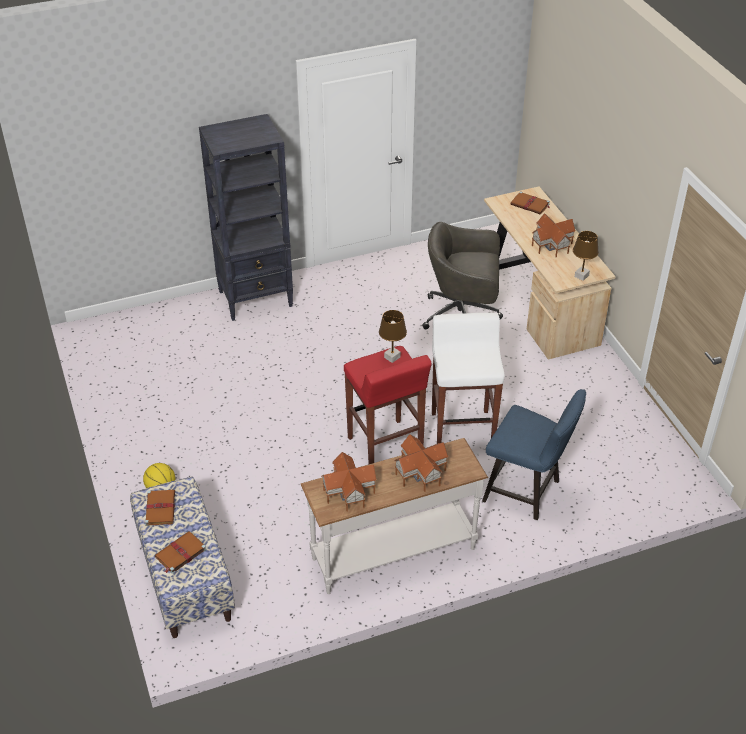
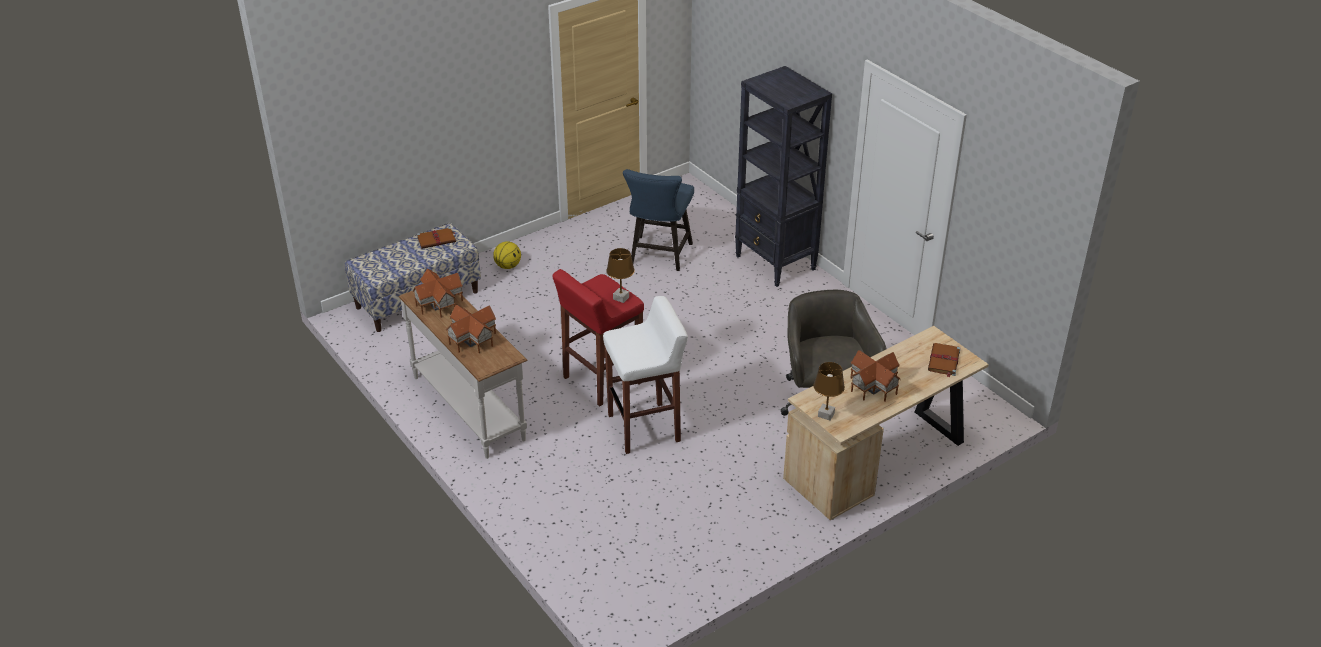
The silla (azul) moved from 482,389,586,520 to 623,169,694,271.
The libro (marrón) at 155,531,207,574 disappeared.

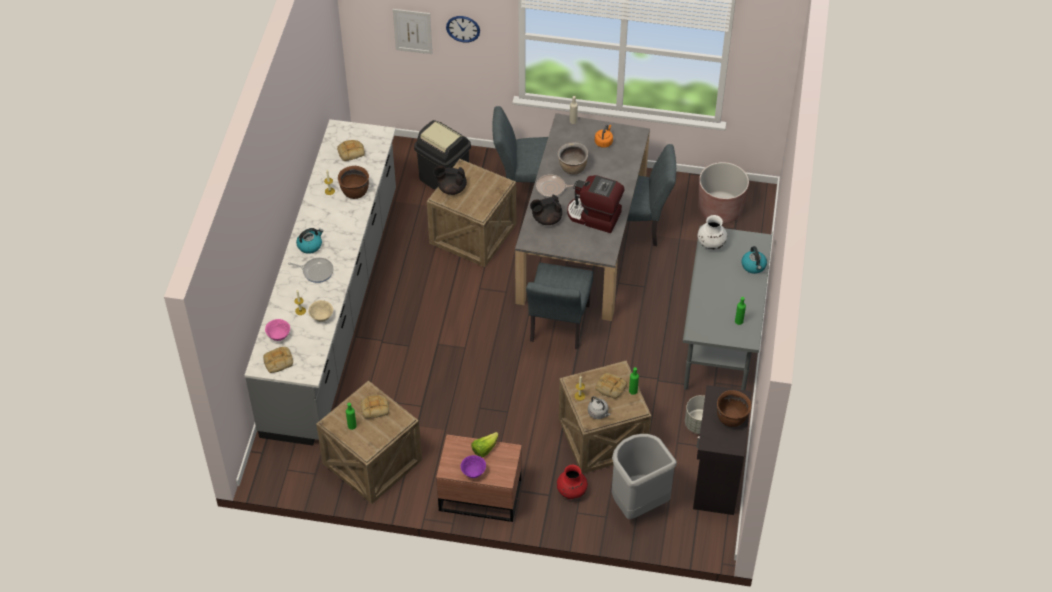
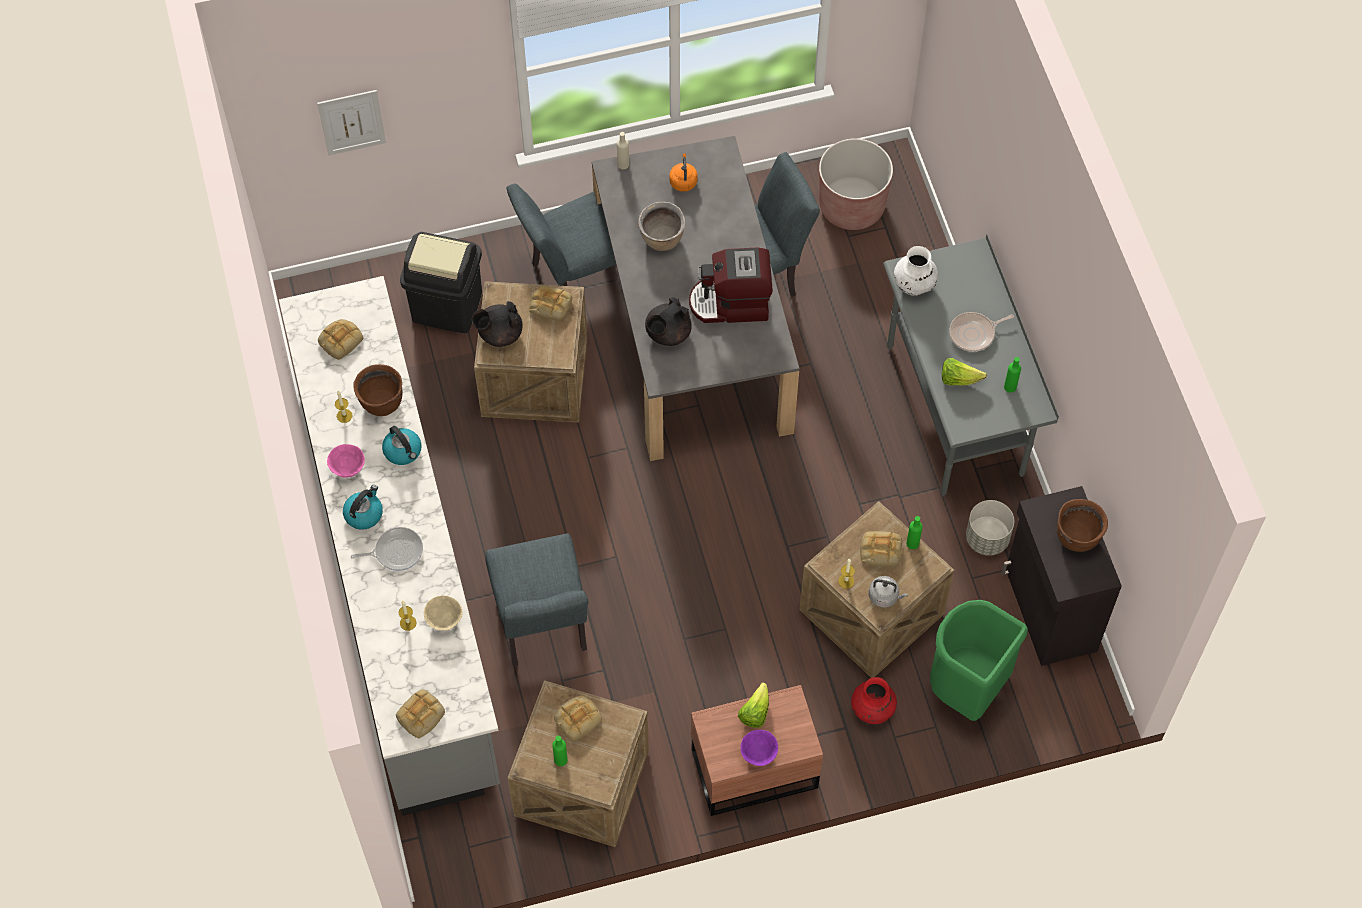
The reloj de pared at 446,16,480,42 disappeared.
The sartén moved from 536,174,576,197 to 949,312,1014,352.
The hervidor moved from 741,246,767,274 to 382,426,422,465.
The silla (gris) moved from 526,262,593,349 to 485,533,589,666.
The cuenco (rosa) moved from 265,319,290,341 to 327,444,365,478.
The papelera (gris) at 612,434,677,519 became the papelera (verde) at 930,600,1028,721.
The pan at 529,286,572,321 appeared.
The lechuga at 942,358,987,385 appeared.

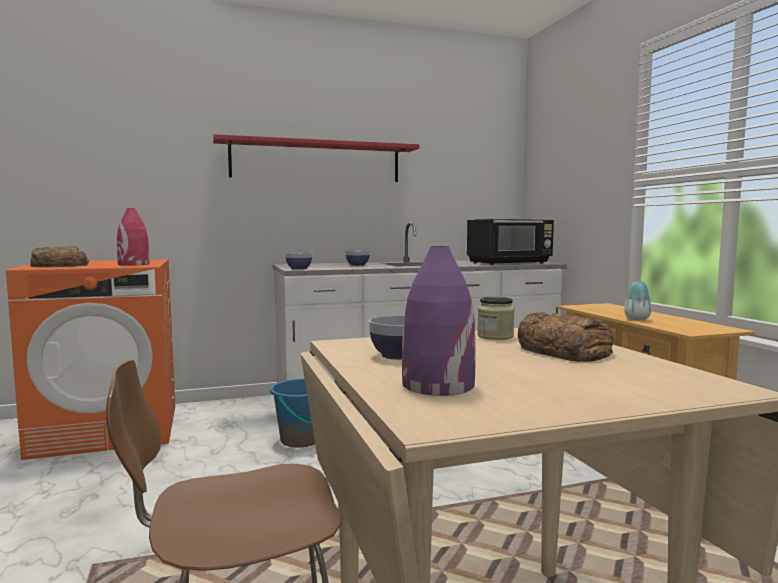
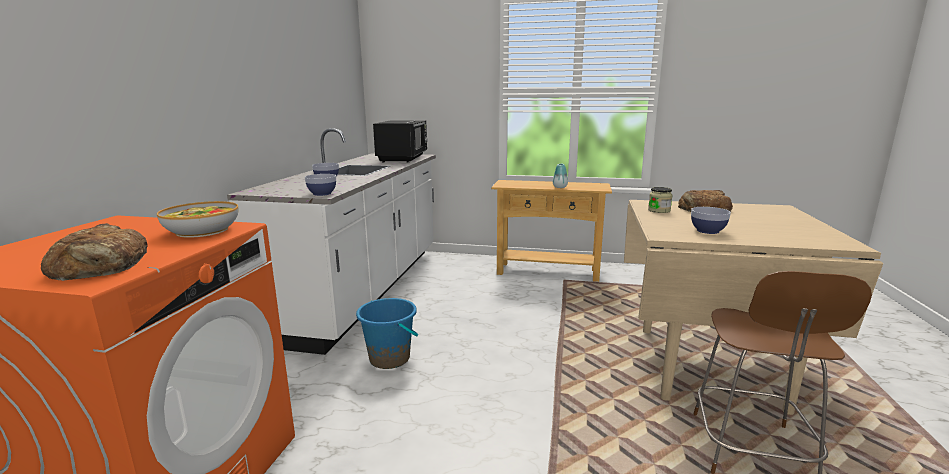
The estante (rojo) at 213,134,420,182 disappeared.
The florero (rojo) at 117,208,150,266 was replaced by the cuenco at 157,201,238,238.
The florero (morado) at 402,246,476,396 disappeared.

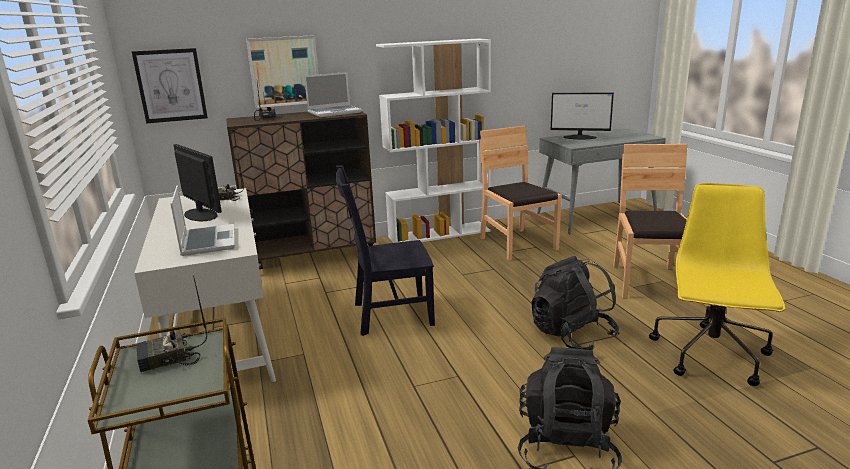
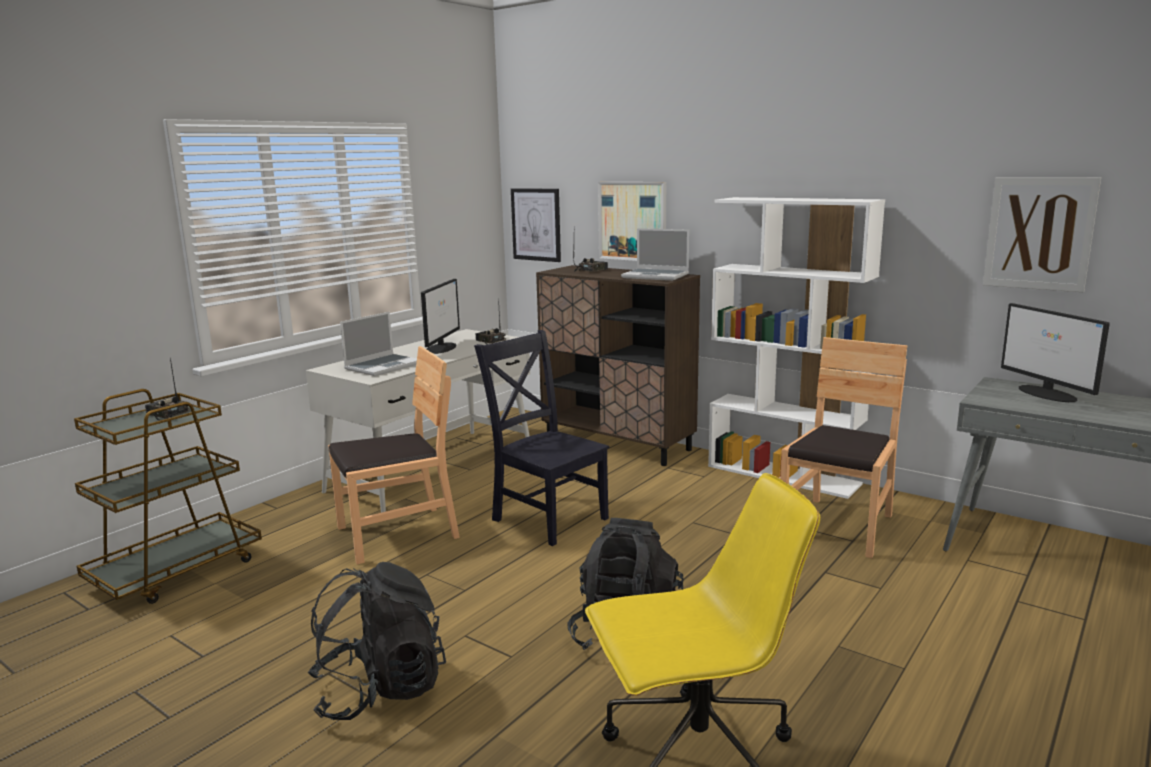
The silla (marrón) moved from 613,144,687,299 to 328,346,460,565.
The cuadro at 983,177,1101,292 appeared.

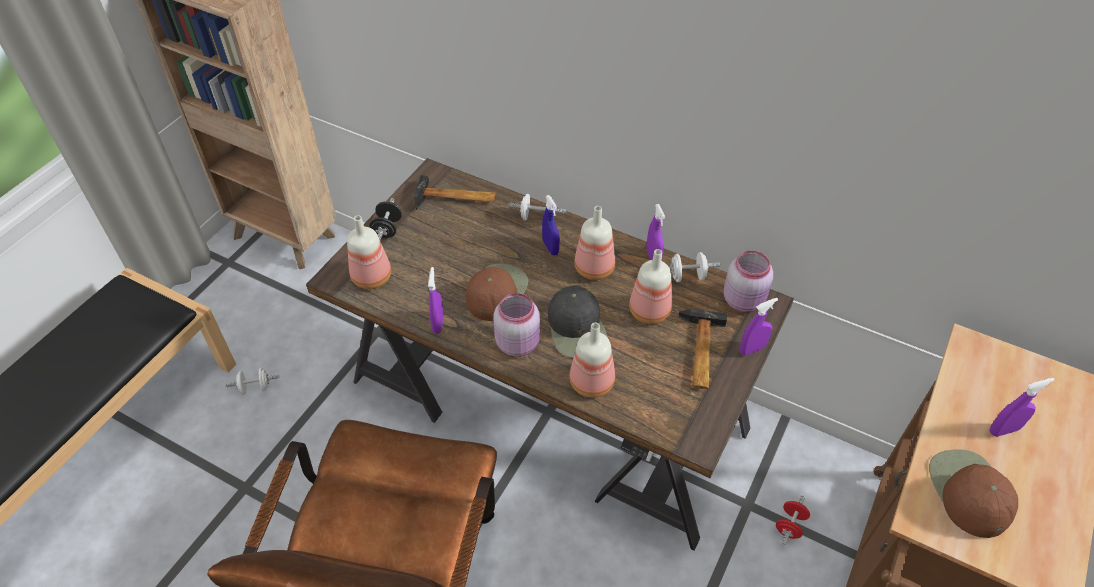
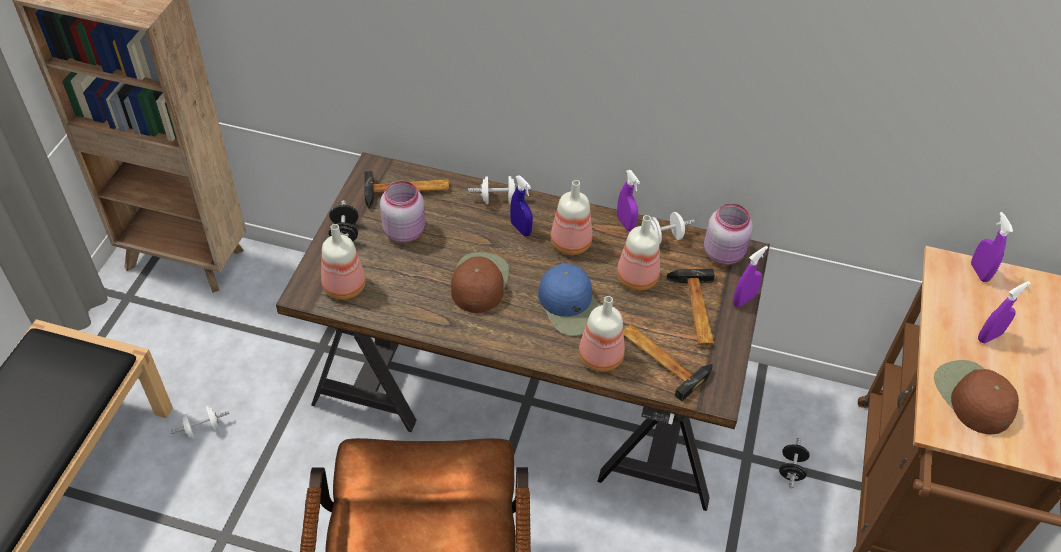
The pulverizador (morado) moved from 428,267,444,334 to 971,212,1013,282.
The gorra (negro) at 548,285,607,358 became the gorra (azul) at 538,263,600,336.
The tarro (rosa) moved from 494,293,540,357 to 380,181,425,243.
The mancuerna (rojo) at 776,496,810,545 became the mancuerna (negro) at 779,438,810,489.
The martillo at 623,324,713,401 appeared.

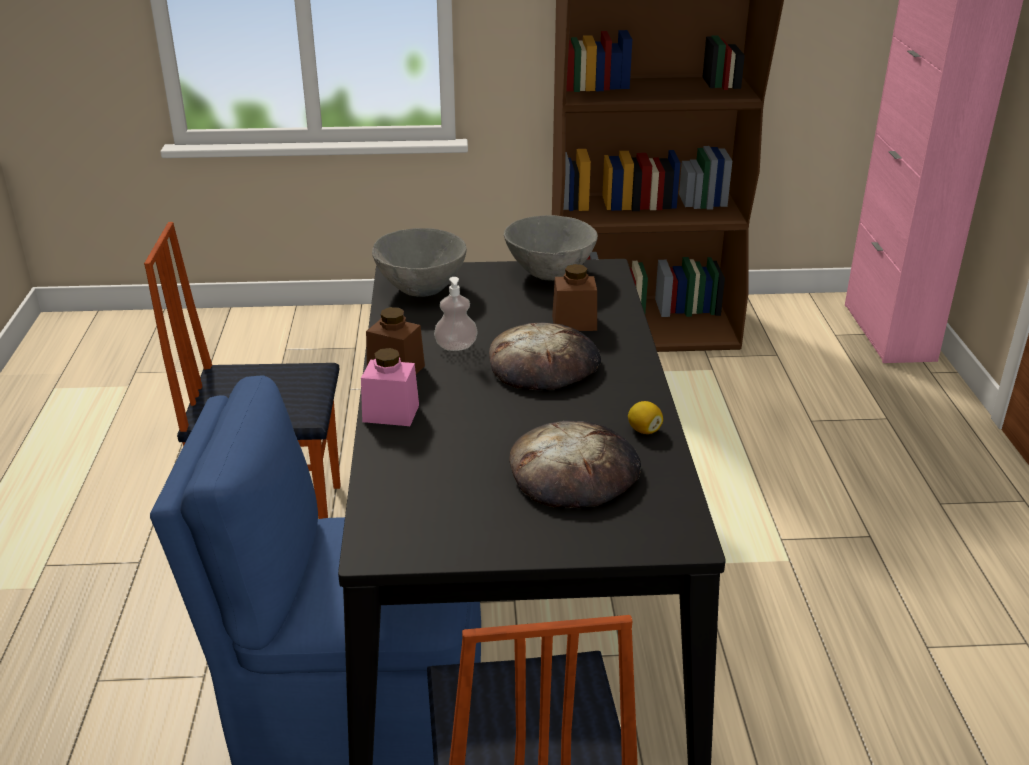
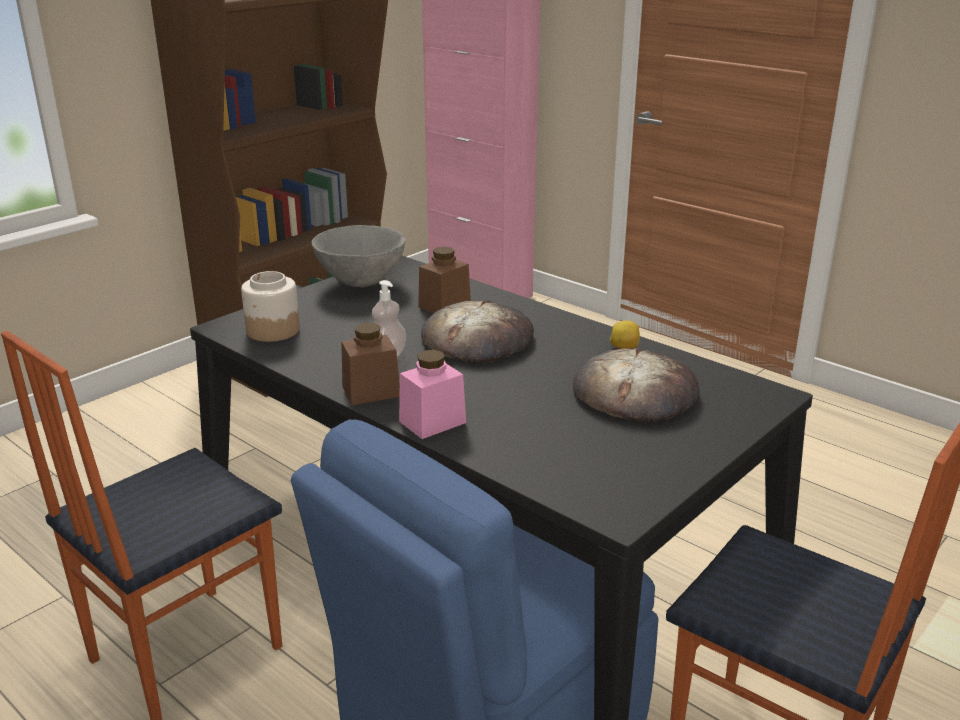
The cuenco (gris) at 372,228,467,297 was replaced by the tarro at 241,271,300,342.

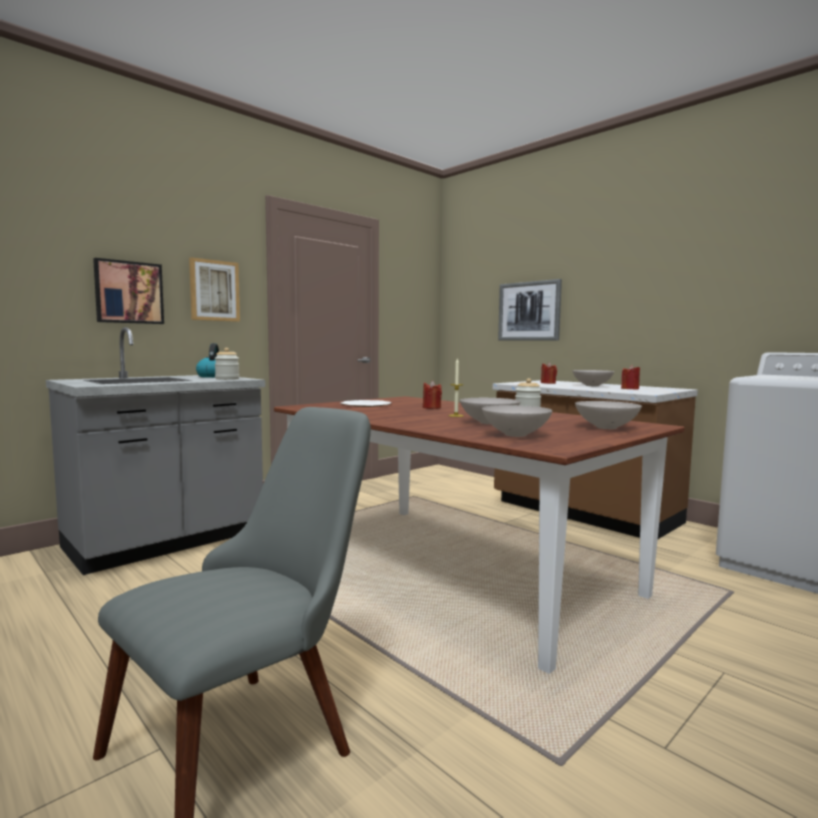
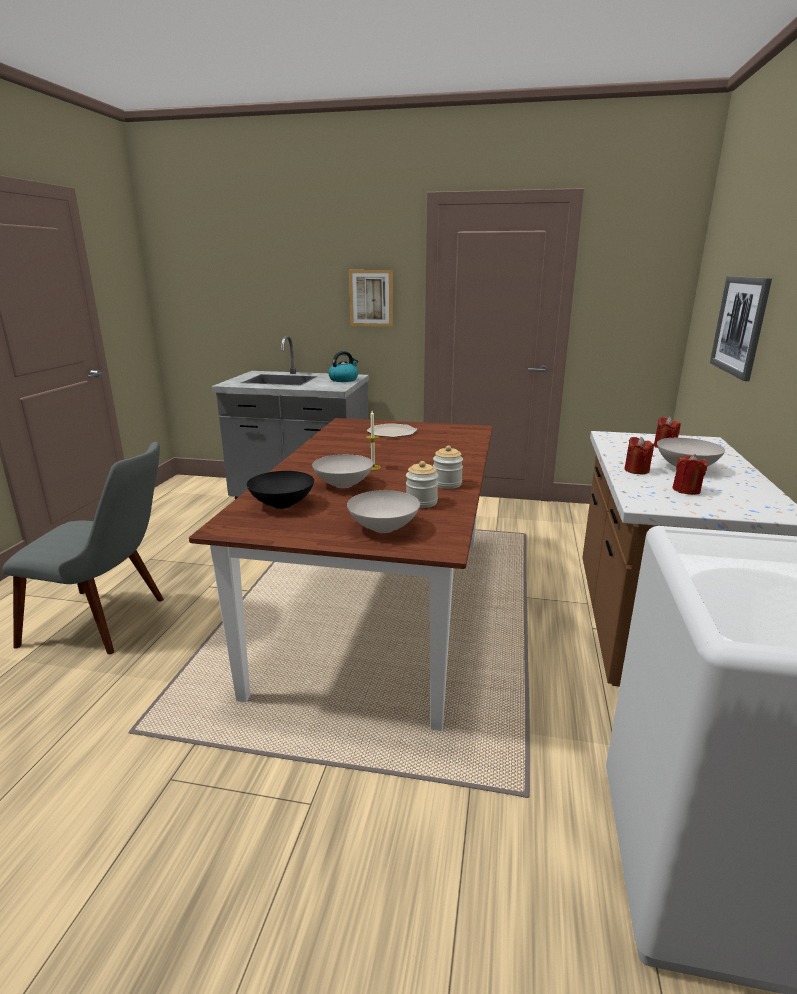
The cuadro at 93,258,164,324 disappeared.
The tarro moved from 214,348,239,380 to 406,461,438,508.
The vela (rojo) moved from 423,381,442,409 to 625,437,654,474.
The cuenco (blanco) at 482,405,553,437 became the cuenco (negro) at 247,471,314,509.

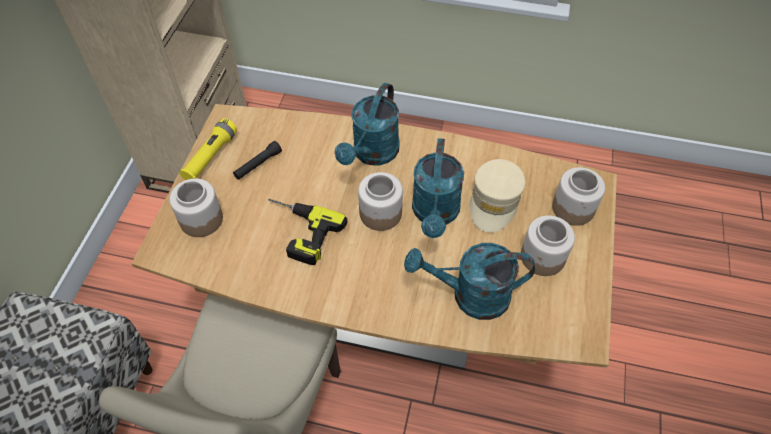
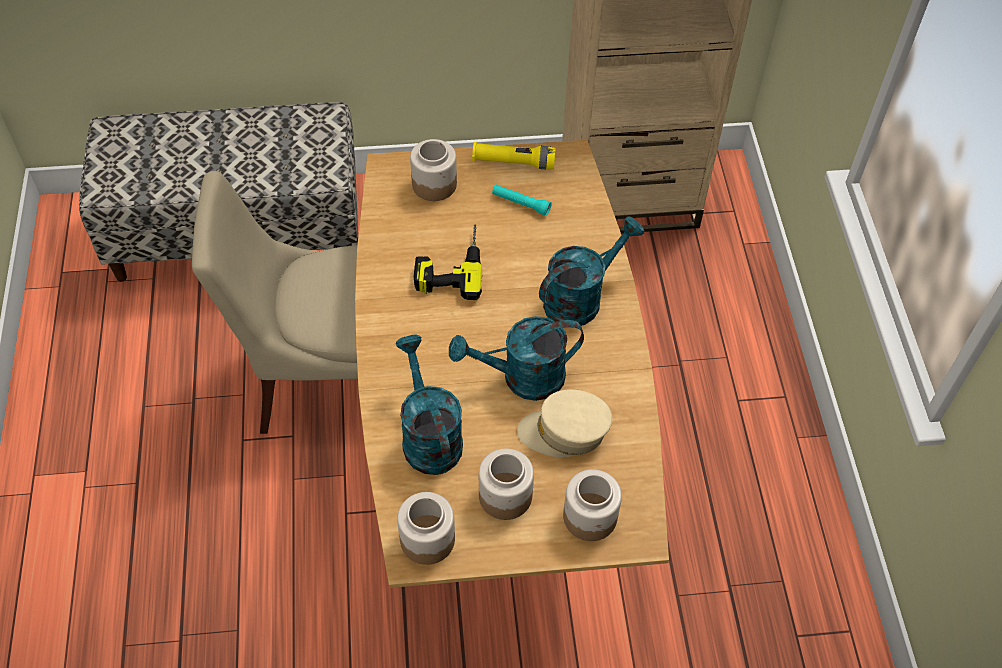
The regadera (turquesa) at 335,83,399,166 turned 135 degrees clockwise.
The linterna (negro) at 233,141,282,180 became the linterna (turquesa) at 492,185,552,216.
The tarro moved from 358,172,403,231 to 397,492,455,565.

